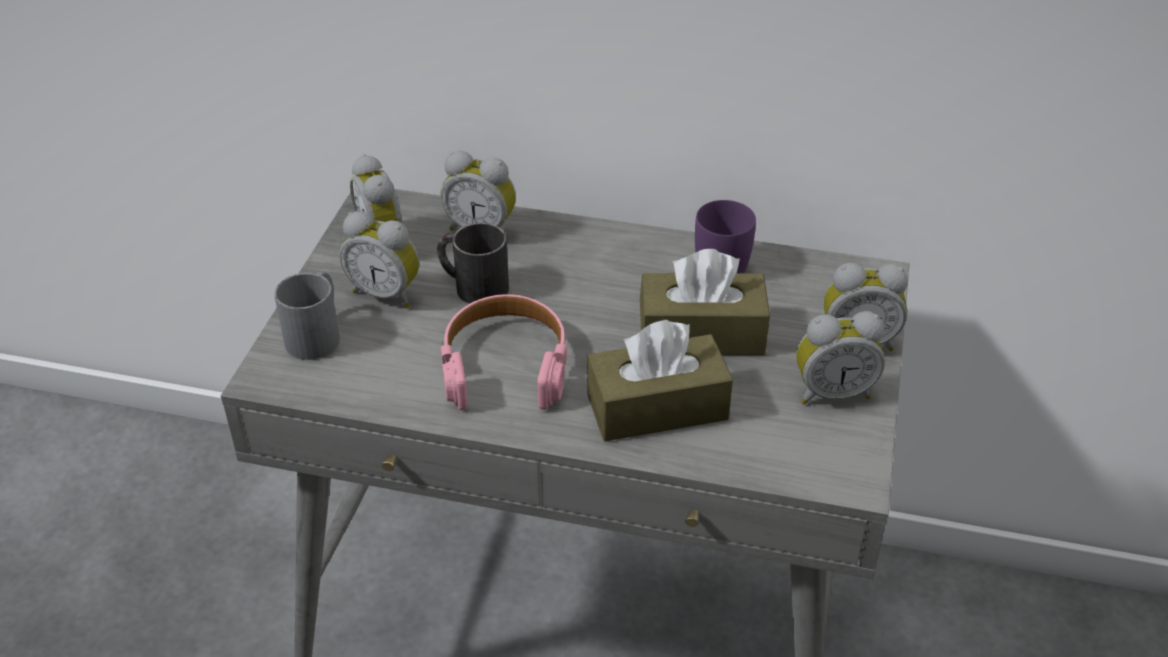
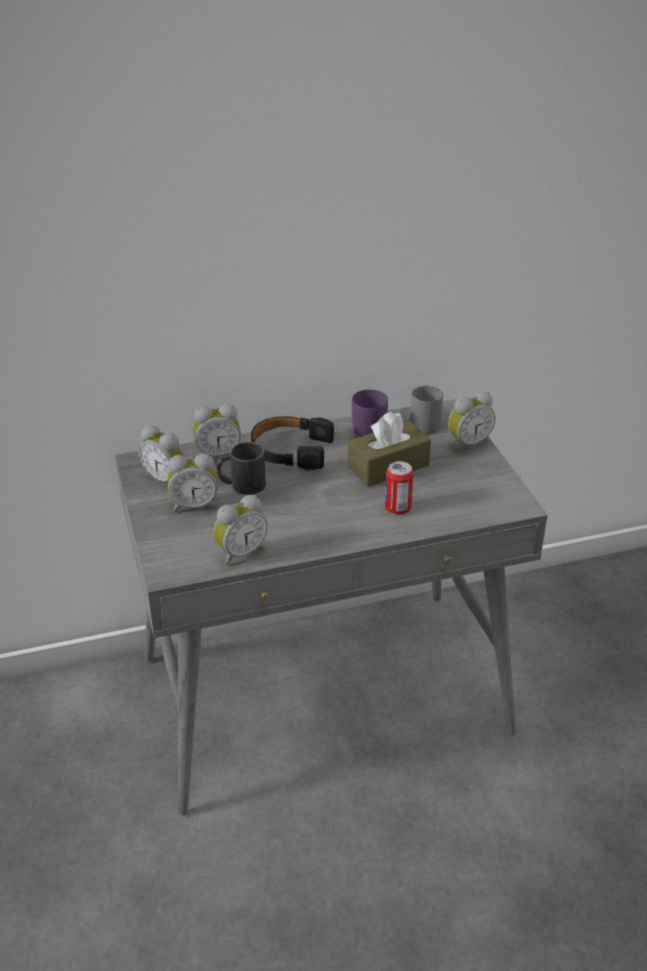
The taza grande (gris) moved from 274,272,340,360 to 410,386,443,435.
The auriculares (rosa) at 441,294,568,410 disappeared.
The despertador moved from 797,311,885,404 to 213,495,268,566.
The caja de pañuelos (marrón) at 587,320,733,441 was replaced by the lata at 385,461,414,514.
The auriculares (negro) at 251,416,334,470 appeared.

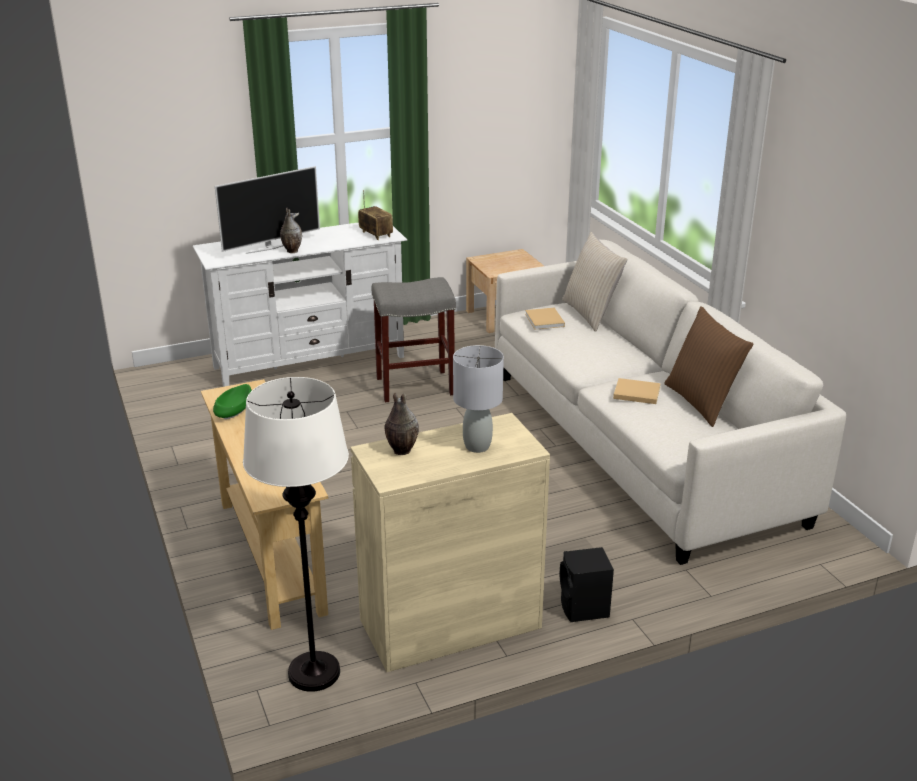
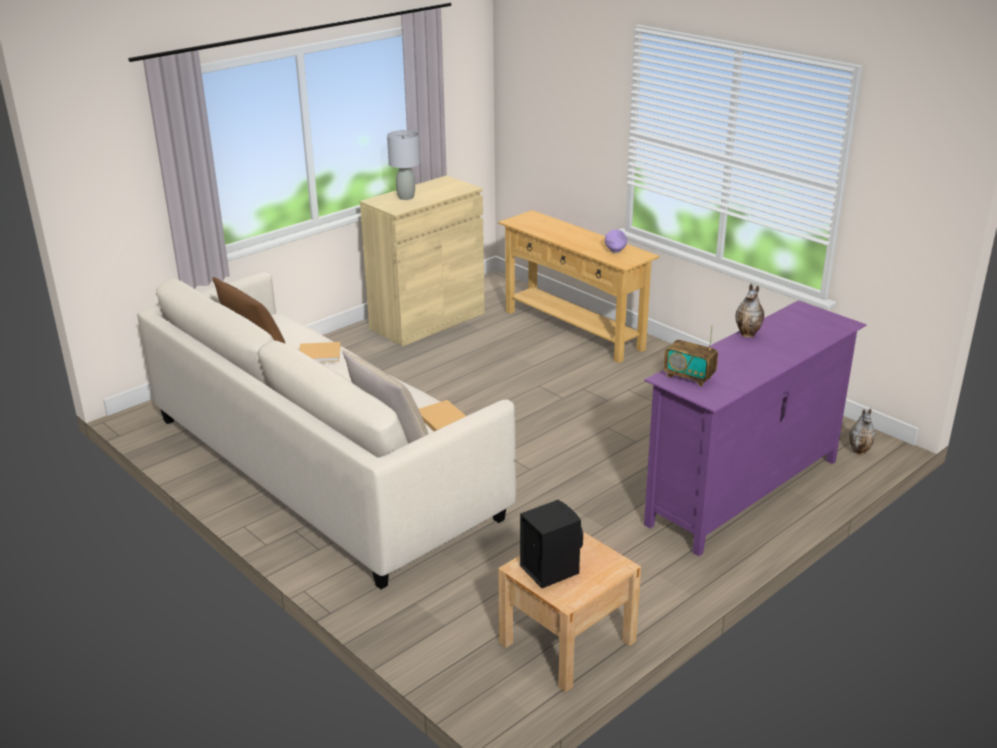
The televisor at 215,166,320,254 disappeared.
The mueble de televisión (blanco) at 193,222,407,387 became the mueble de televisión (morado) at 644,300,867,556.
The taburete (gris) at 371,277,456,402 disappeared.
The lámpara de pie (blanco) at 243,377,349,692 disappeared.
The cuenco (verde) at 213,384,252,419 became the cuenco (morado) at 605,229,627,253.
The florero moved from 384,393,419,455 to 849,409,876,455.
The altavoz (negro) moved from 559,547,614,622 to 520,500,583,588.

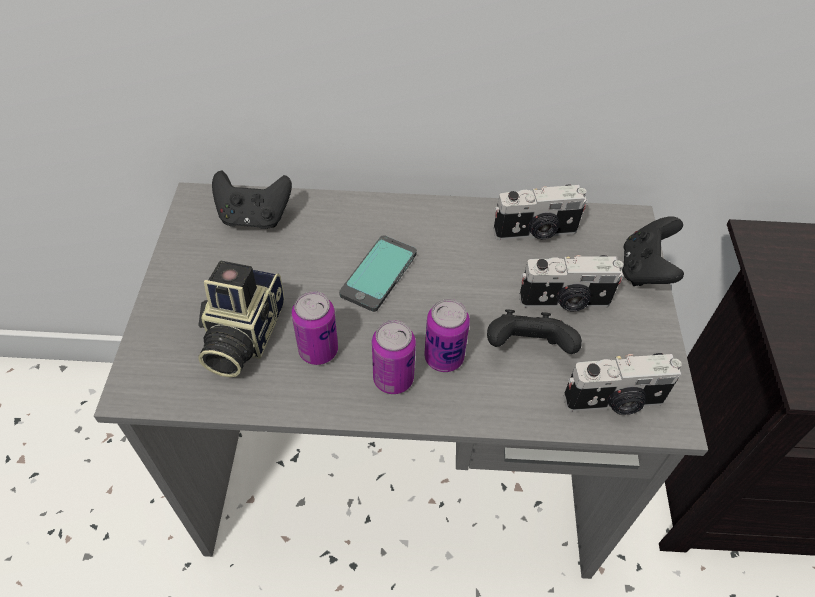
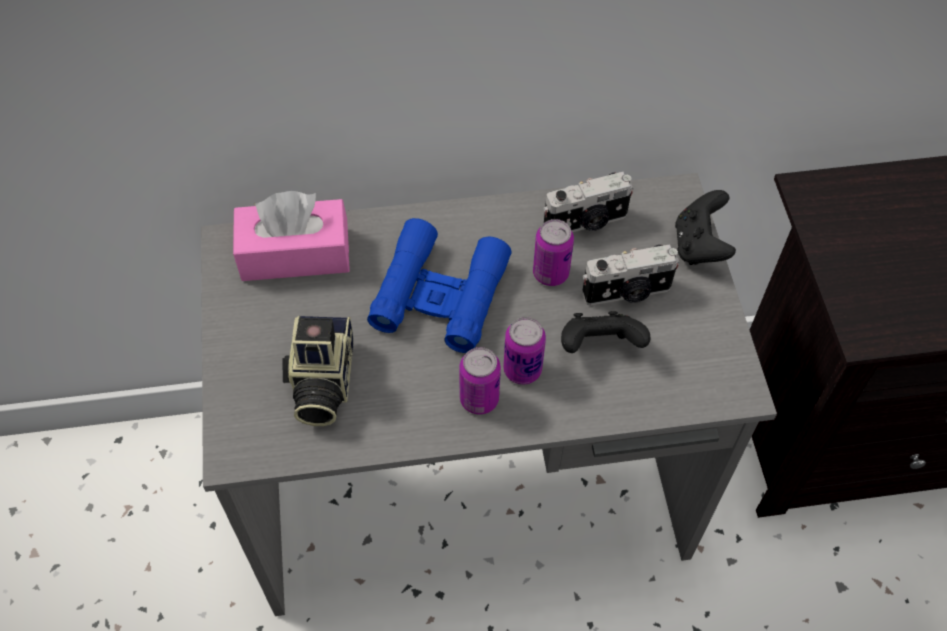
The mando de consola (negro) at 212,171,292,229 was replaced by the caja de pañuelos (rosa) at 233,191,350,281.
The móvil at 339,235,417,312 was replaced by the prismáticos (azul) at 367,218,512,353.
The lata moved from 292,291,338,365 to 533,219,574,286.
The cámara at 563,353,682,415 disappeared.

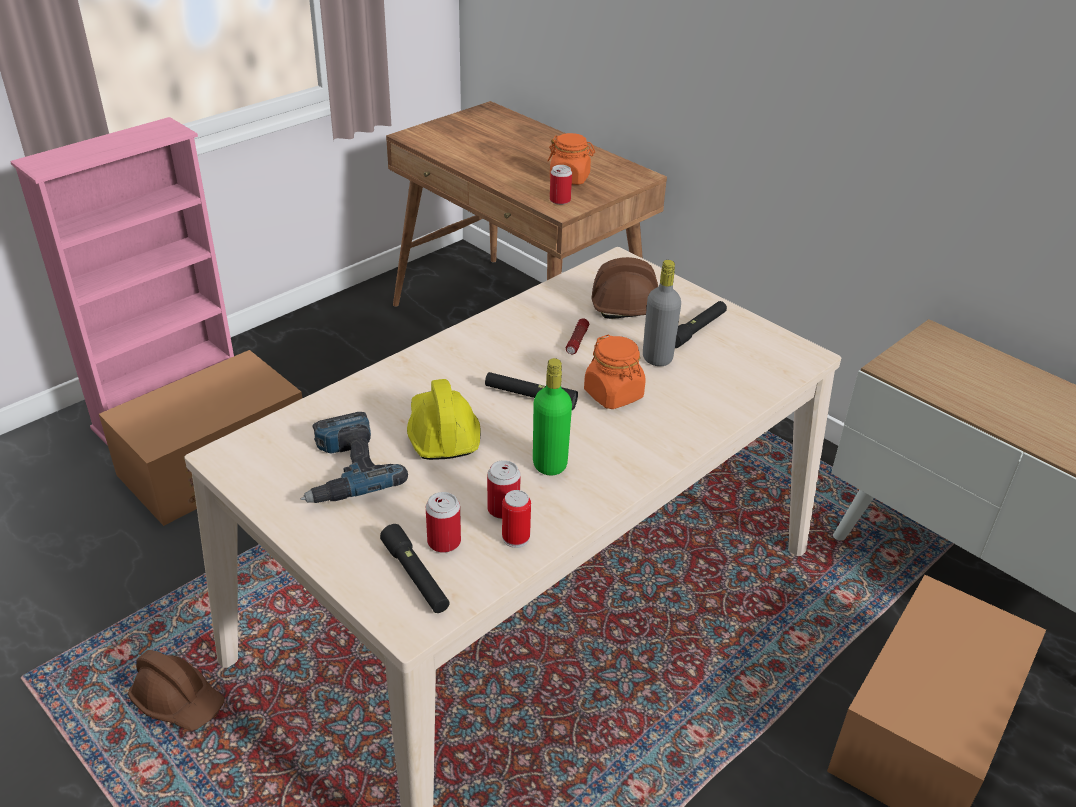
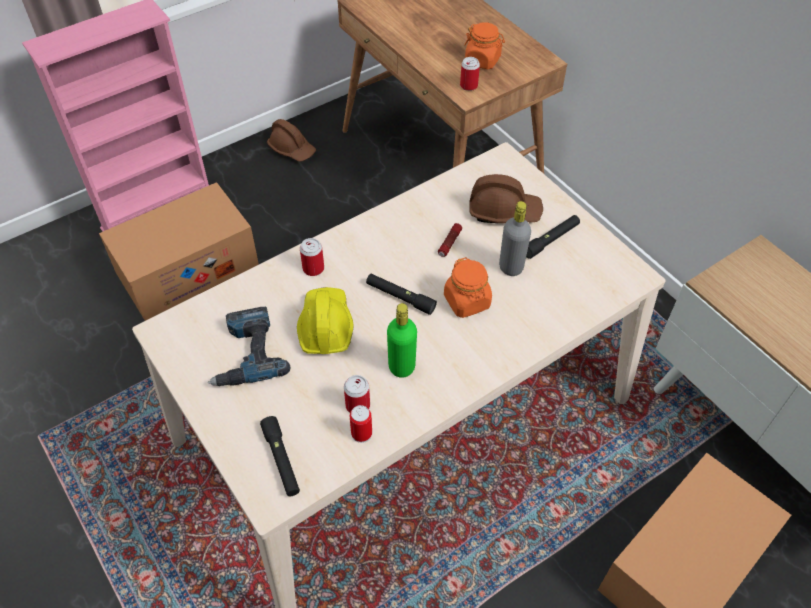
The lata moved from 426,492,461,553 to 300,238,324,276.
The casco (marrón) moved from 128,650,225,731 to 267,119,316,162.

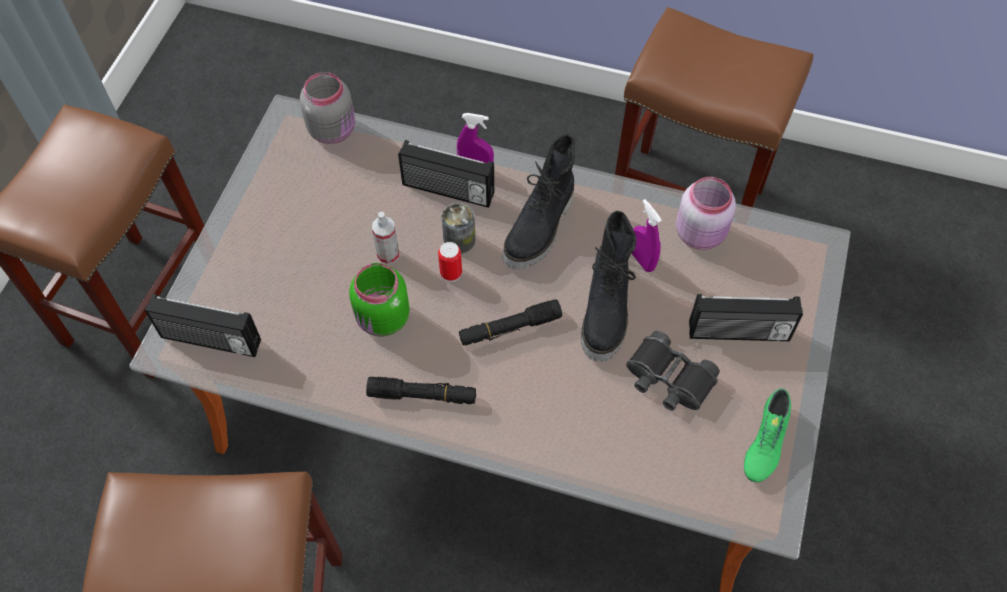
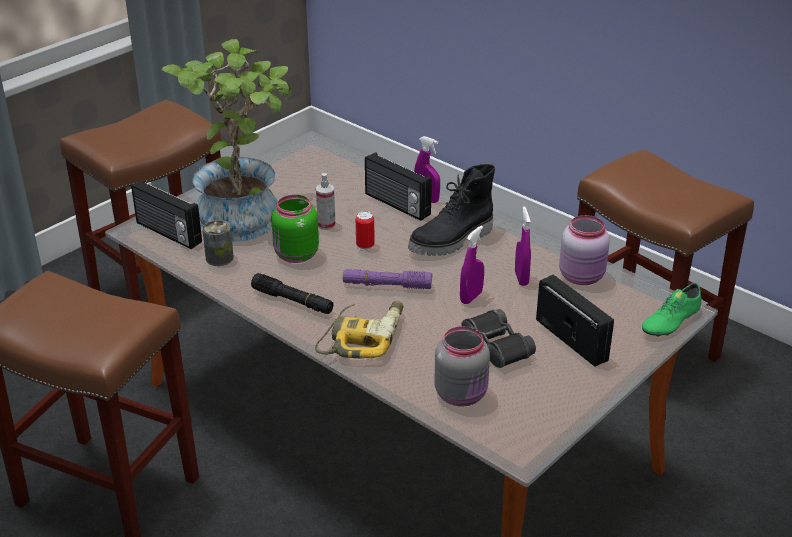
The tarro (gris) moved from 300,72,355,144 to 434,326,490,407.
The lata moved from 442,203,475,254 to 202,220,234,266.
The bota (negro) at 581,211,636,362 was replaced by the pulverizador (morado) at 460,226,484,304.
The radio at 689,294,803,341 turned 150 degrees counterclockwise.
The linterna (negro) at 459,299,562,346 became the linterna (morado) at 343,269,432,289.
The zapato (verde) moved from 744,388,791,482 to 642,283,702,337.
The planta en maceta at 162,39,292,242 appeared.
The taladro at 315,301,403,358 appeared.

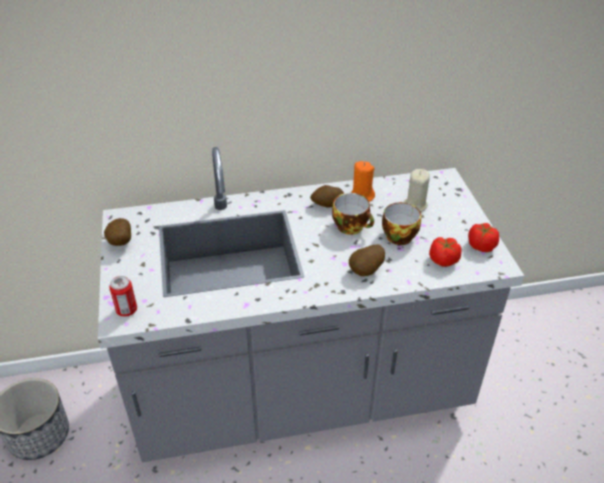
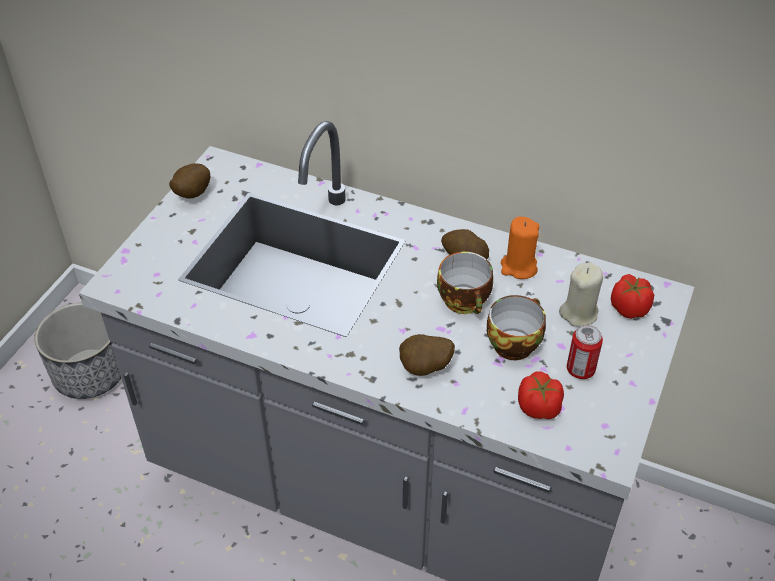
The tomate moved from 468,223,499,252 to 611,274,654,319.
The lata moved from 109,276,137,317 to 567,325,603,379.

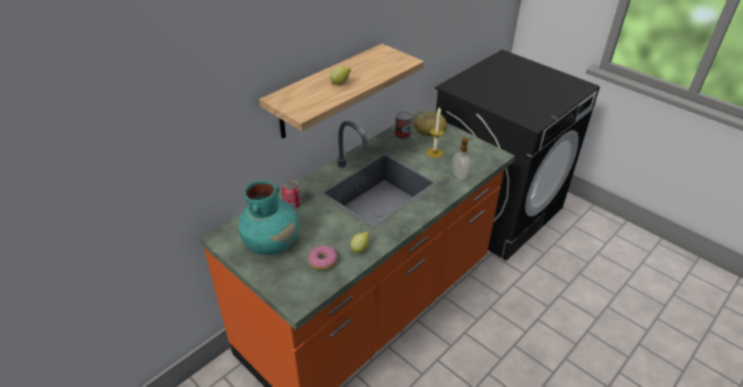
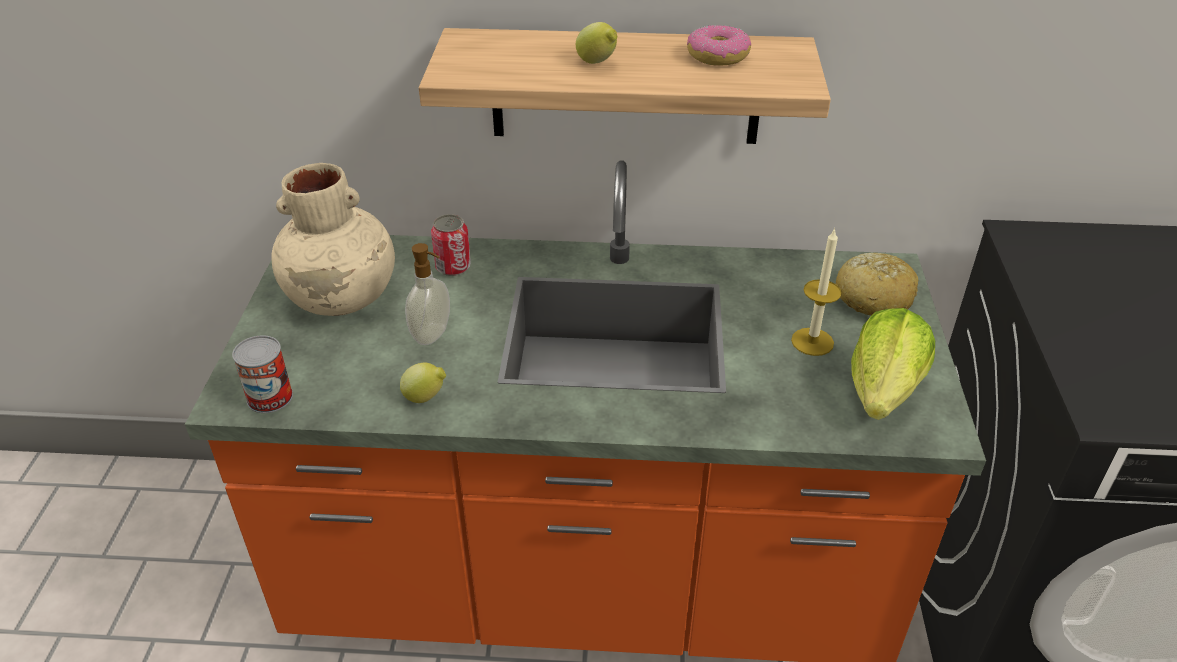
The lata moved from 395,111,412,139 to 232,335,293,413.
The dispensador de jabón moved from 452,138,473,181 to 405,243,450,345.
The florero (turquesa) at 238,180,299,255 became the florero (beis) at 272,163,395,316.
The rosquilla moved from 308,246,337,270 to 687,25,751,65.
The lechuga at 851,308,935,420 appeared.

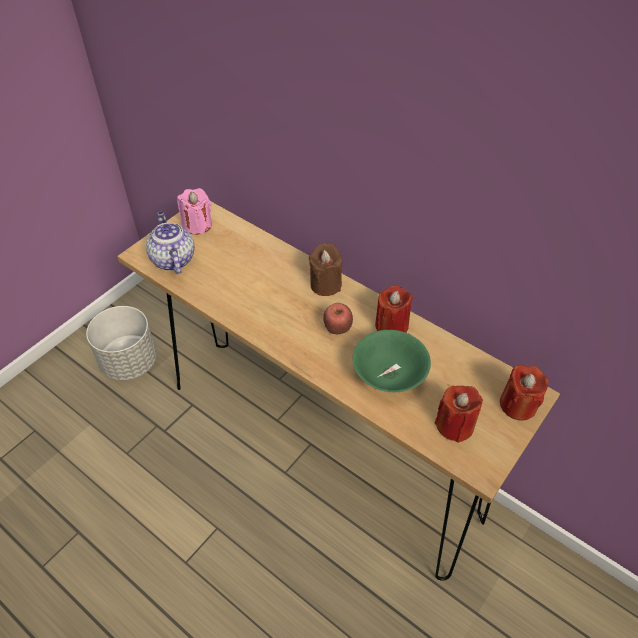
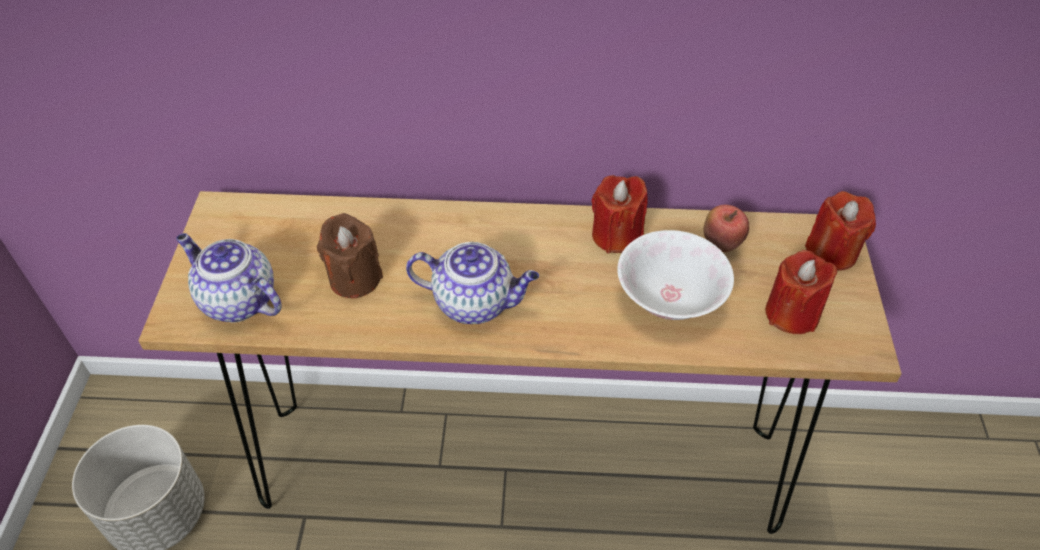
The vela (rosa) at 177,188,212,235 disappeared.
The vela (marrón) moved from 309,243,342,296 to 317,213,383,298.
The manzana moved from 323,303,353,334 to 704,205,749,252.
The cuenco (verde) at 353,330,431,392 became the cuenco (blanco) at 617,230,734,320.
The tetera at 406,242,539,324 appeared.

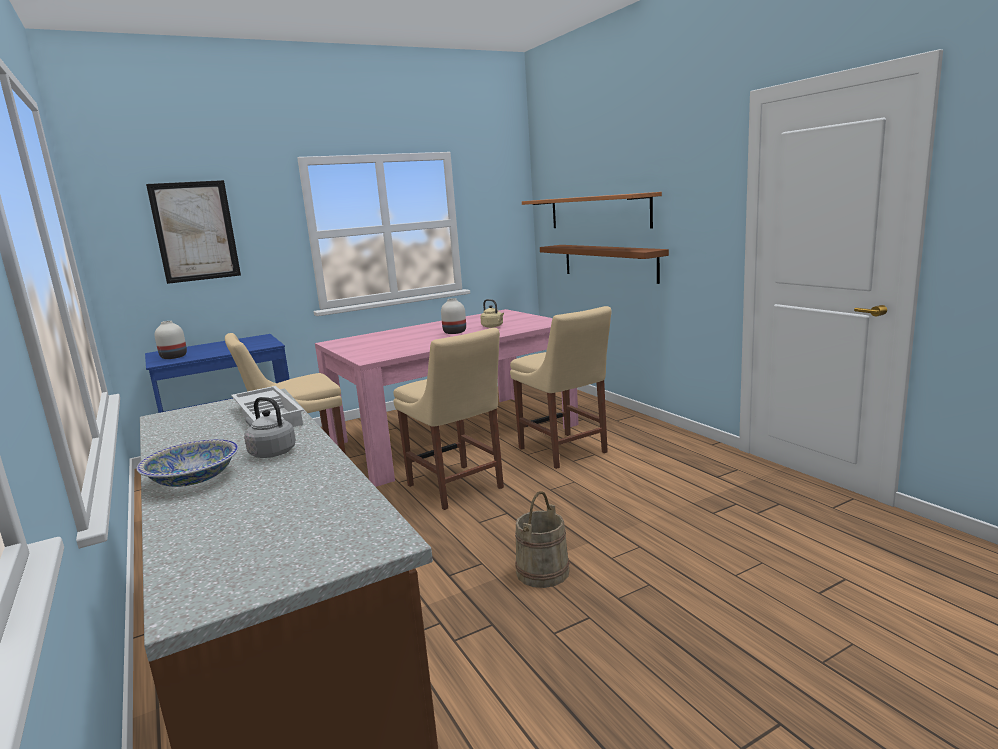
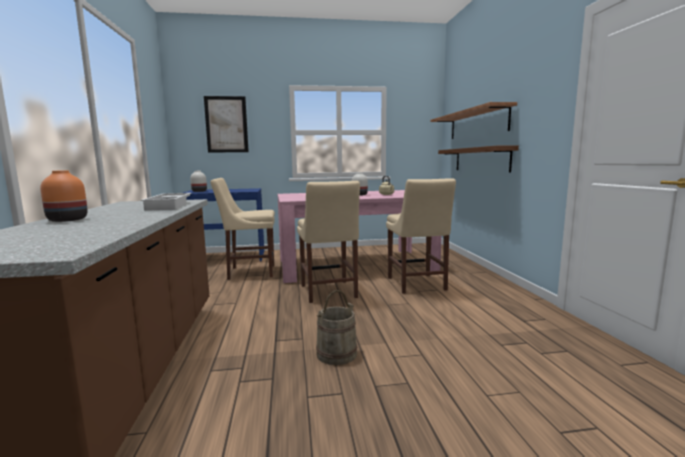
The hervidor (gris) at 244,397,296,458 disappeared.
The cuenco at 137,439,239,487 was replaced by the florero (naranja) at 40,170,88,222.

